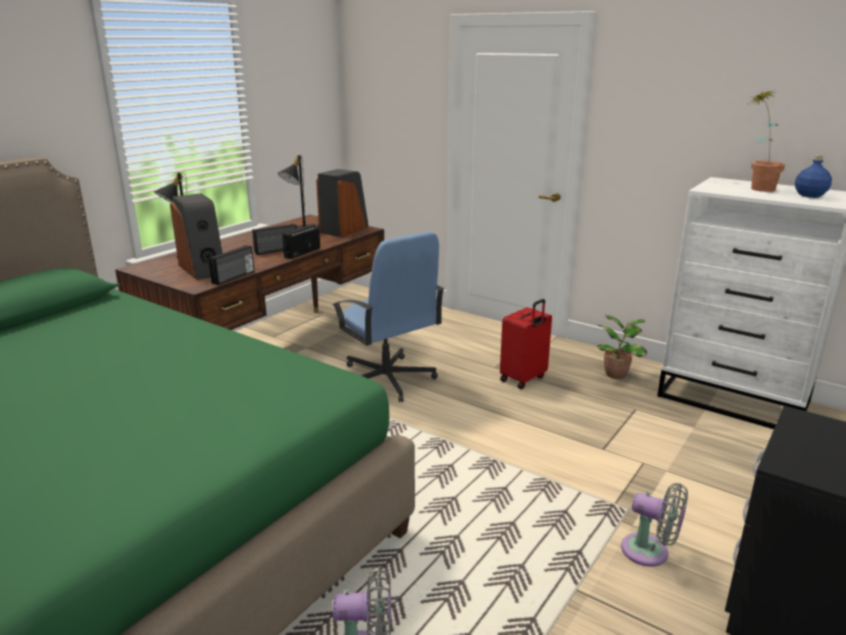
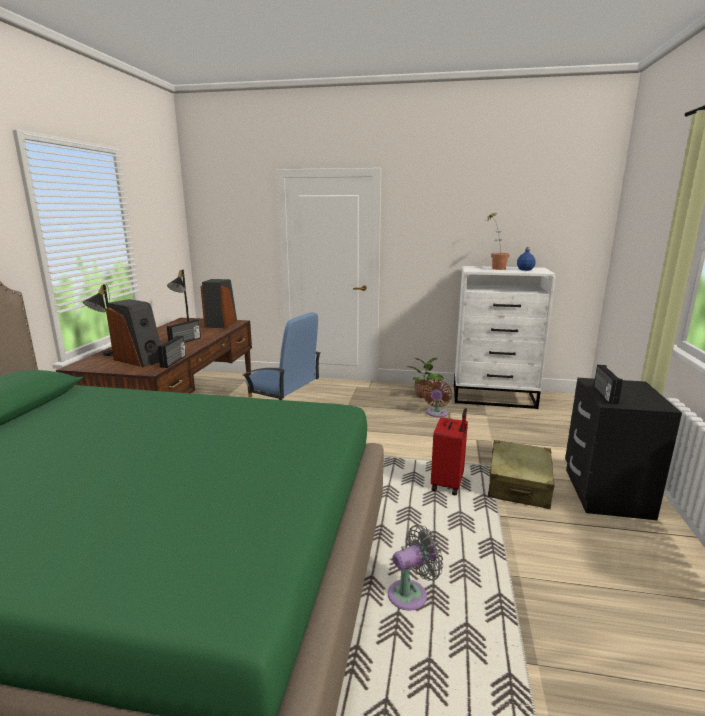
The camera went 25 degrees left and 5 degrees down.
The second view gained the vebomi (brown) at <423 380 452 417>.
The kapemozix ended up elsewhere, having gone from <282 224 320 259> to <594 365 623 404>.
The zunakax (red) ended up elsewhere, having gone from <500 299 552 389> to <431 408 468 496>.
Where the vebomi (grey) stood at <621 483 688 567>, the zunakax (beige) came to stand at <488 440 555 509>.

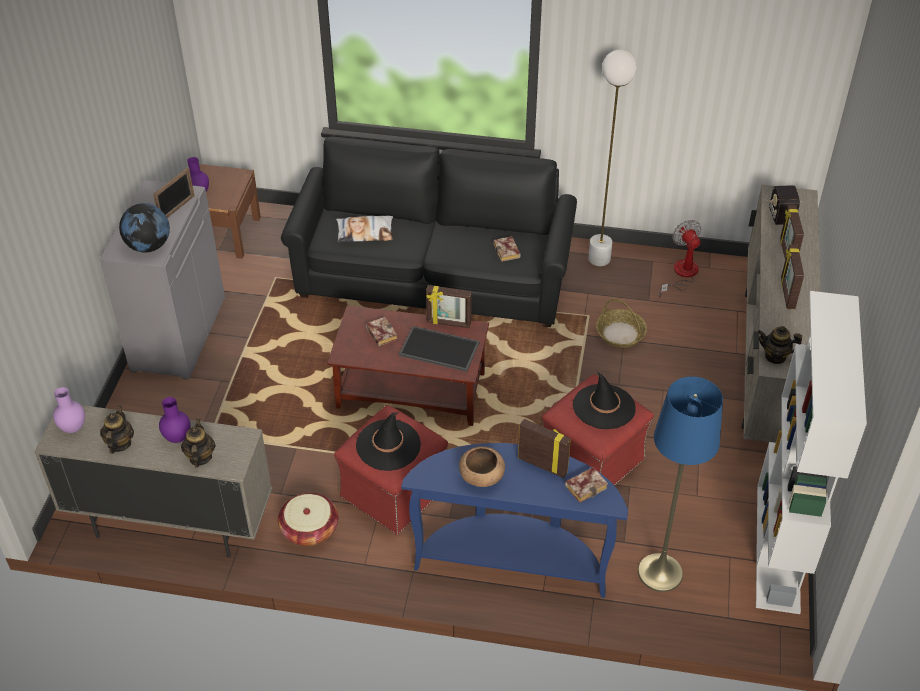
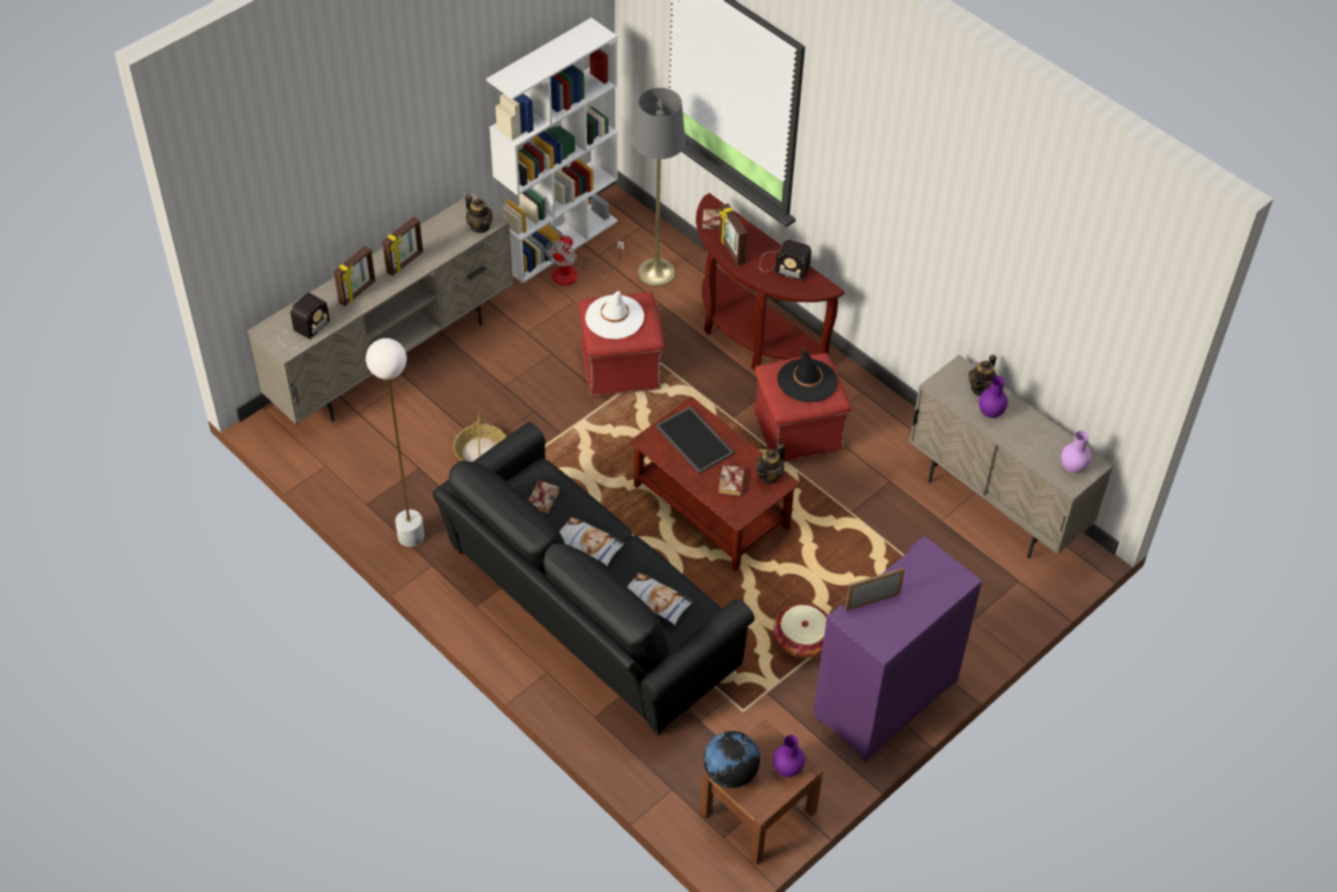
The camera went 145 degrees left and 5 degrees up.
The second view lost the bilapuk at <426 285 472 328>.
The second view gained the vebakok at <559 517 625 567>.
The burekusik ended up elsewhere, having gone from <100 405 134 454> to <756 444 785 485>.
The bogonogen ended up elsewhere, having gone from <119 203 170 253> to <704 731 760 788>.
The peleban ended up elsewhere, having gone from <278 493 338 546> to <773 604 828 658>.
The vebomi ended up elsewhere, having gone from <658 220 701 297> to <545 236 624 285>.
Where the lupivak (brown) stood at <459 446 505 487>, the kapemozix came to stand at <760 240 811 281>.
What was the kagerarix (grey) at <99 180 225 380> turned into the kagerarix (purple) at <813 536 982 762>.
What was the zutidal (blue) at <401 443 628 598> turned into the zutidal (brown) at <696 193 845 370>.
What was the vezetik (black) at <573 371 636 429> turned into the vezetik (white) at <585 291 644 339>.
What was the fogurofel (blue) at <638 376 723 592> turned into the fogurofel (grey) at <633 88 685 287>.

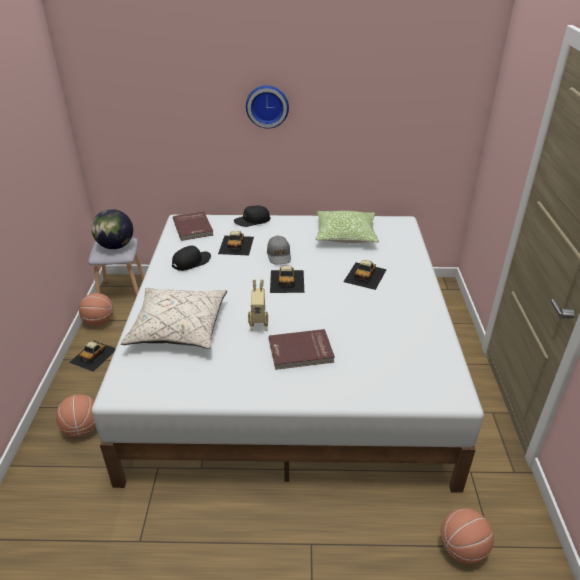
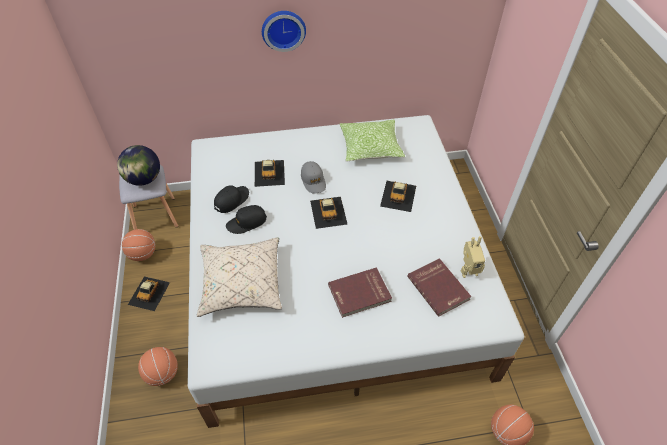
The camera went 10 degrees left and 15 degrees up.
The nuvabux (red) ended up elsewhere, having gone from <173 211 213 241> to <407 258 471 317>.
The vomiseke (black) ended up elsewhere, having gone from <234 206 271 227> to <226 205 267 234>.
The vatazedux ended up elsewhere, having gone from <248 279 268 331> to <461 236 485 278>.

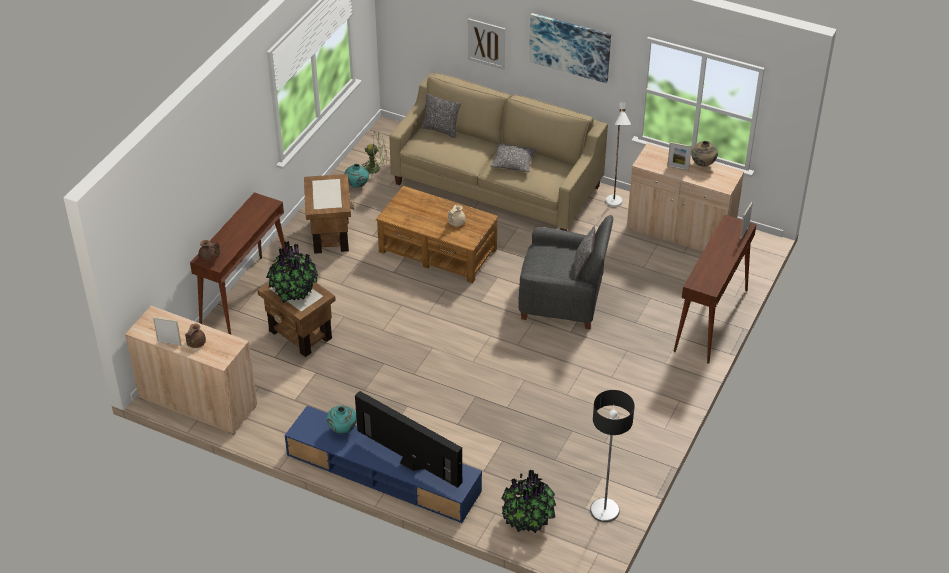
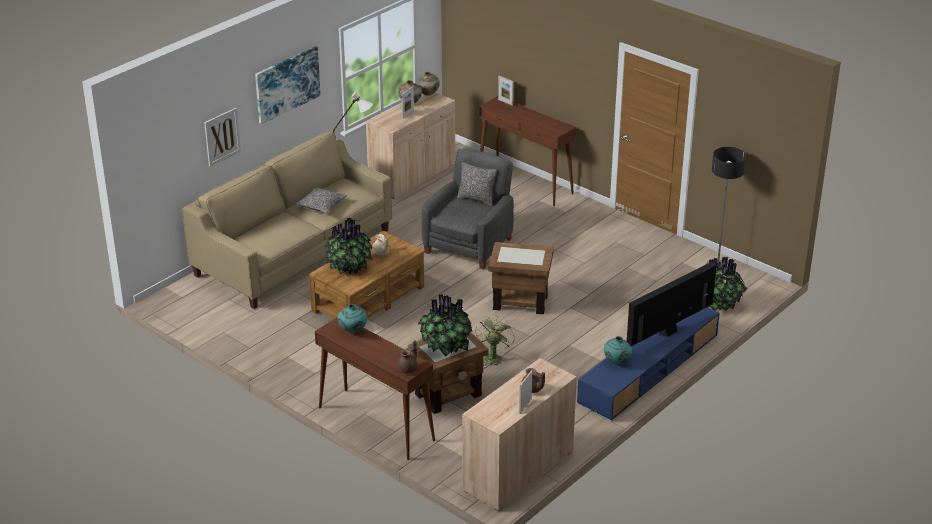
The camera went 75 degrees left and 10 degrees down.
The second view lost the vebakok at <421 93 461 138>.
The second view gained the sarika at <325 218 372 275>.
The second view gained the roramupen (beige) at <417 72 440 96>.
The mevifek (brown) ended up elsewhere, having gone from <304 174 354 254> to <489 242 554 314>.
The roramupen (turquoise) ended up elsewhere, having gone from <344 164 369 188> to <338 304 367 333>.
The vebomi (green) ended up elsewhere, having gone from <362 131 387 178> to <475 315 515 368>.

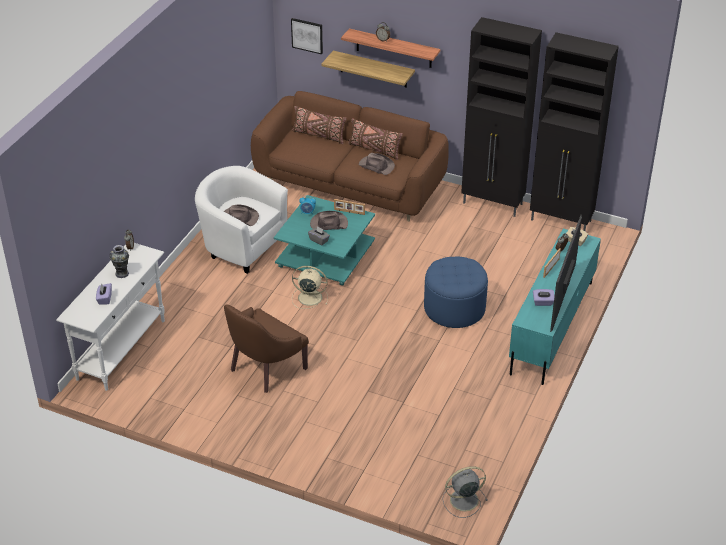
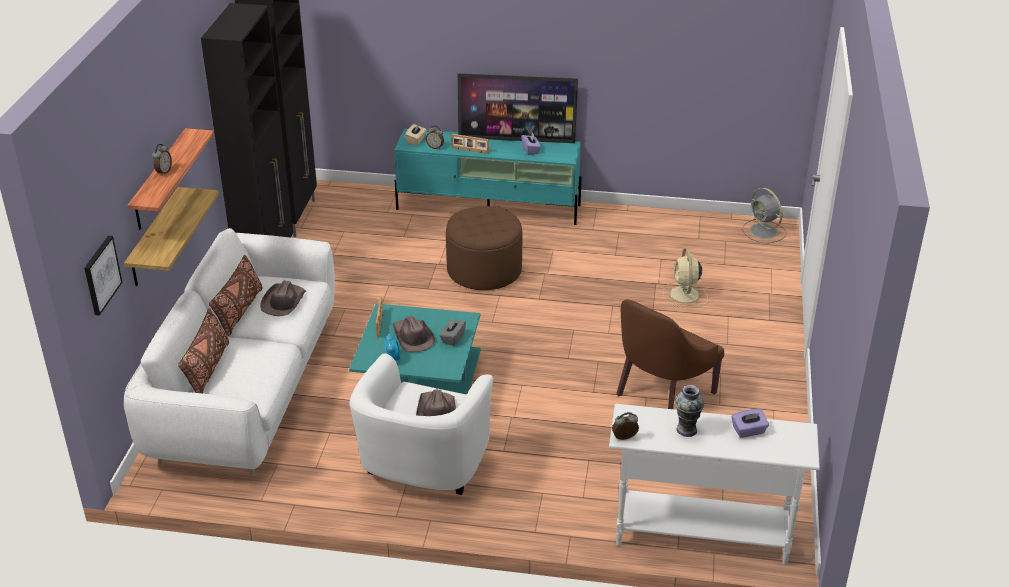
The camera went 105 degrees left and 5 degrees down.
The vebomi (beige) ended up elsewhere, having gone from <292 266 328 309> to <663 248 708 308>.
What was the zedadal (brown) at <251 91 449 222> turned into the zedadal (white) at <124 228 335 477>.
What was the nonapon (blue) at <424 257 488 328> turned into the nonapon (brown) at <446 206 522 290>.
The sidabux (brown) at <224 304 309 393> ended up facing another way, 105 degrees clockwise from before.

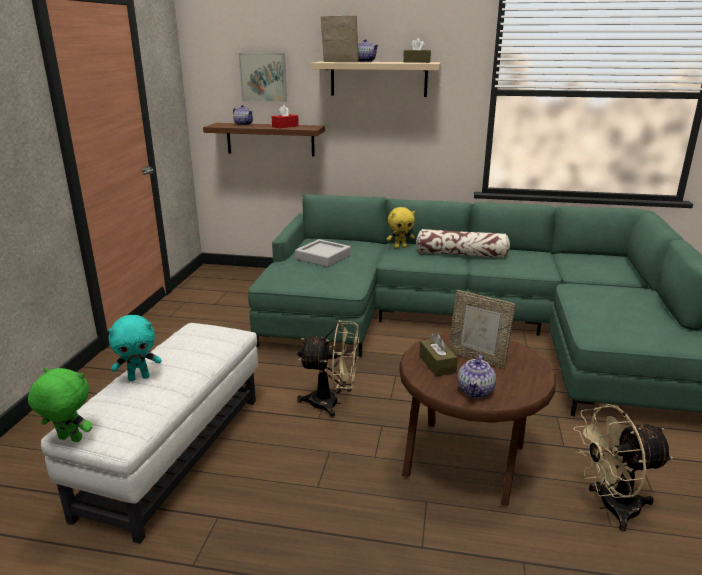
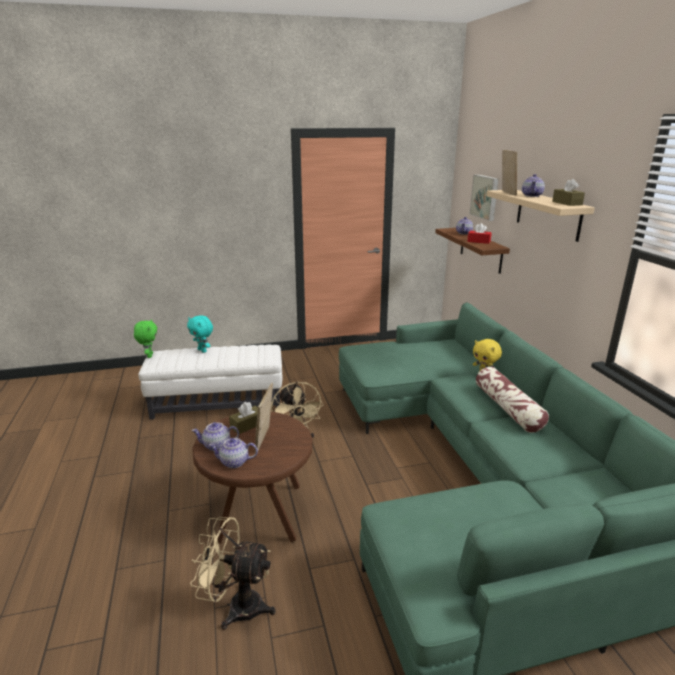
The camera went 65 degrees right and 0 degrees up.
The second view lost the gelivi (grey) at <295 239 351 267>.
The second view gained the burekusik at <209 438 258 468>.
The vebomi (beige) at <574 404 673 532> ended up facing another way, 45 degrees counterclockwise from before.

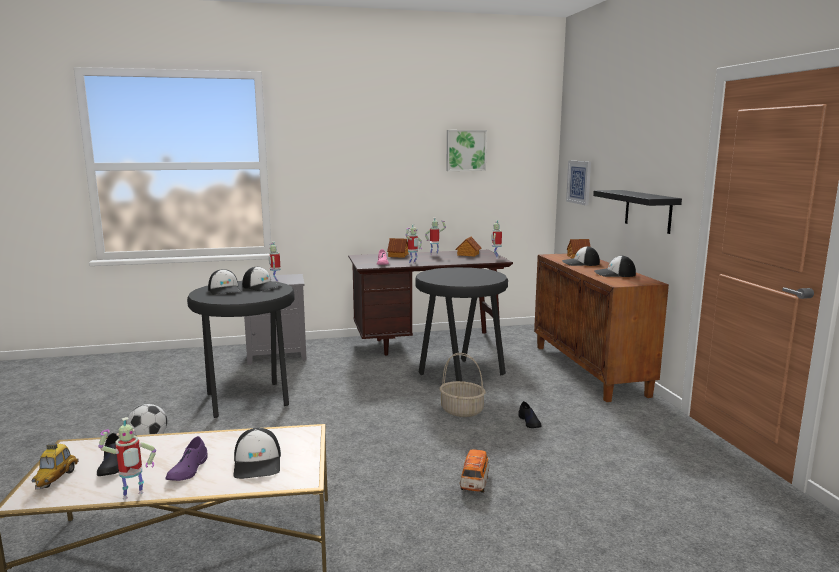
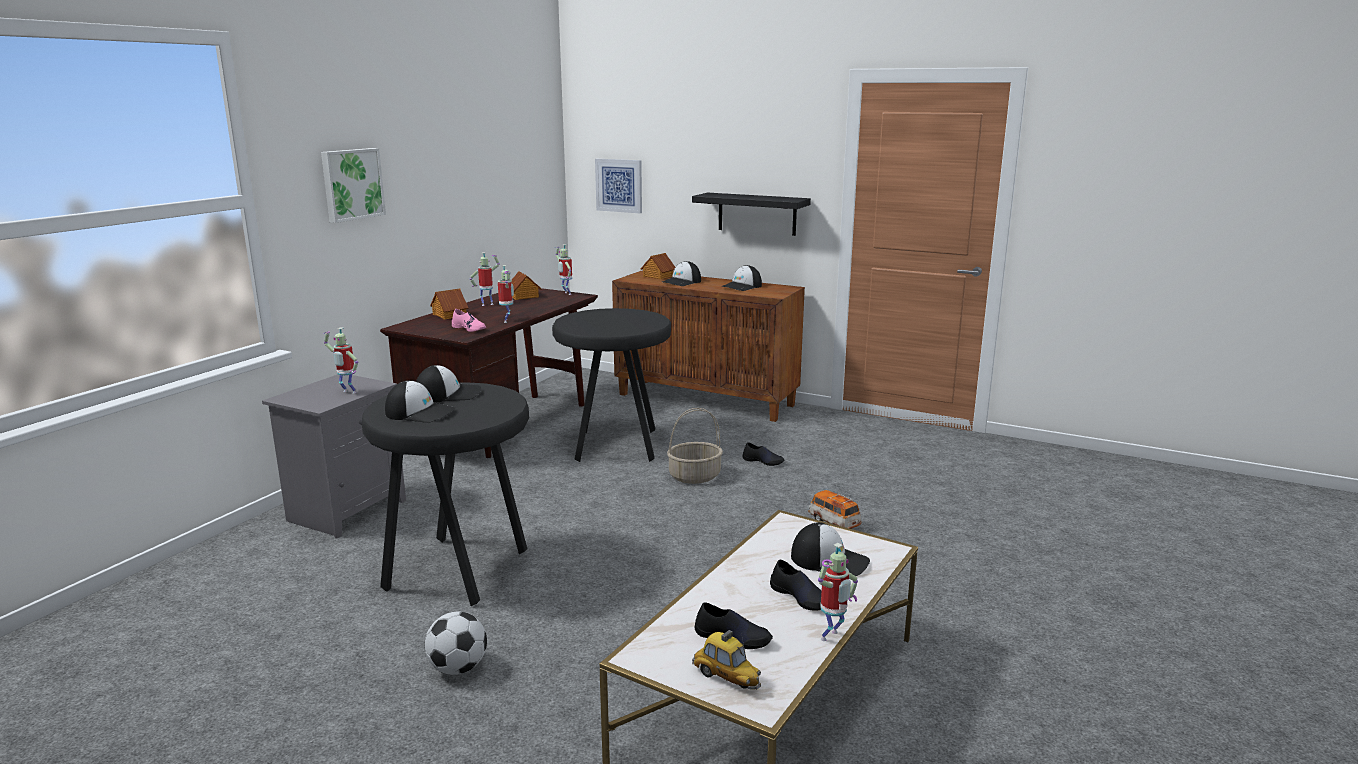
The camera went 50 degrees left and 5 degrees up.
The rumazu ended up elsewhere, having gone from <446 130 487 171> to <321 148 386 223>.
What was the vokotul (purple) at <166 436 208 481> turned into the vokotul (black) at <770 560 821 611>.
The vatazedux at <98 417 156 499> ended up facing another way, 45 degrees clockwise from before.

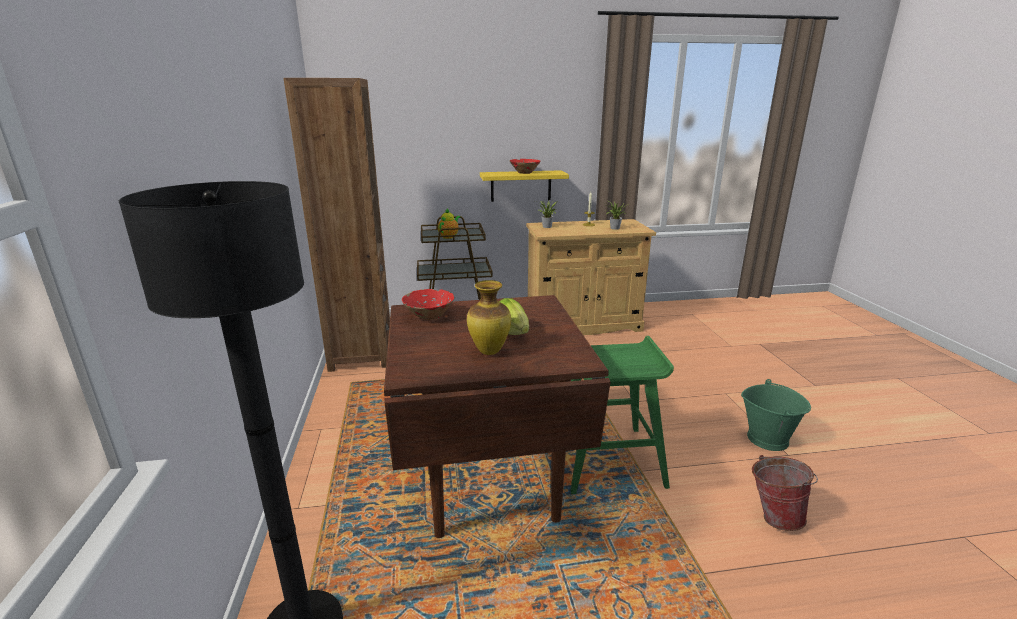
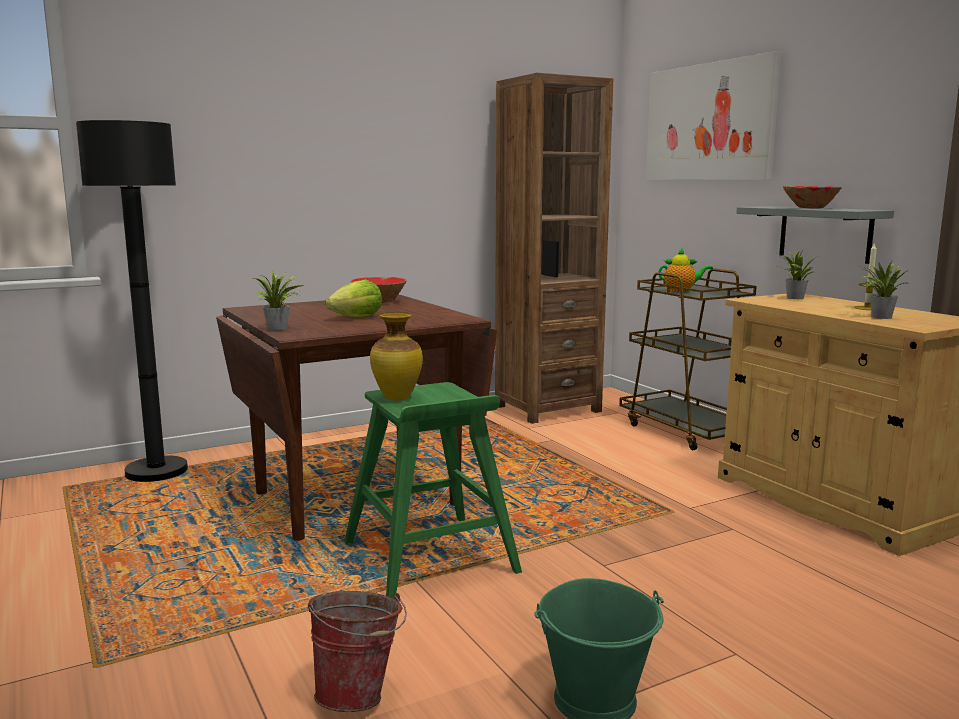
The camera went 70 degrees right and 10 degrees down.
The second view gained the sarika at <251 271 304 331>.
The second view gained the rumazu at <646 51 781 180>.
The roramupen ended up elsewhere, having gone from <467 280 511 355> to <370 312 423 401>.
What was the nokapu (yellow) at <480 170 569 202> turned into the nokapu (grey) at <736 206 894 264>.

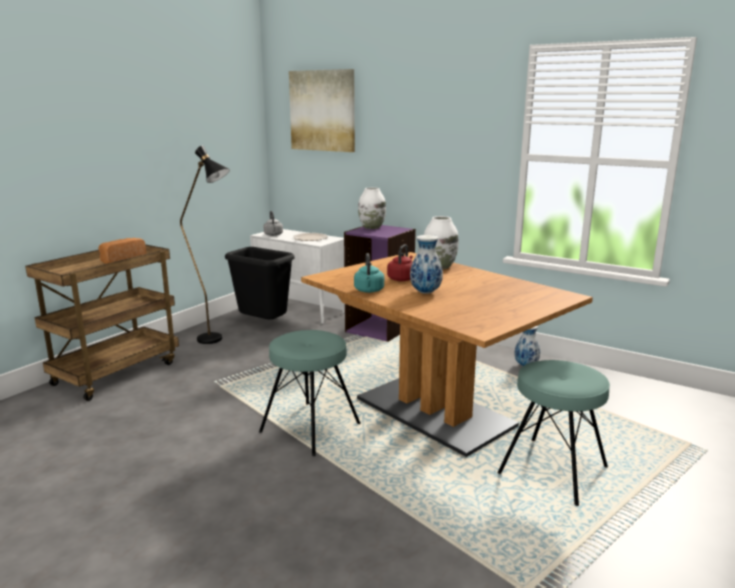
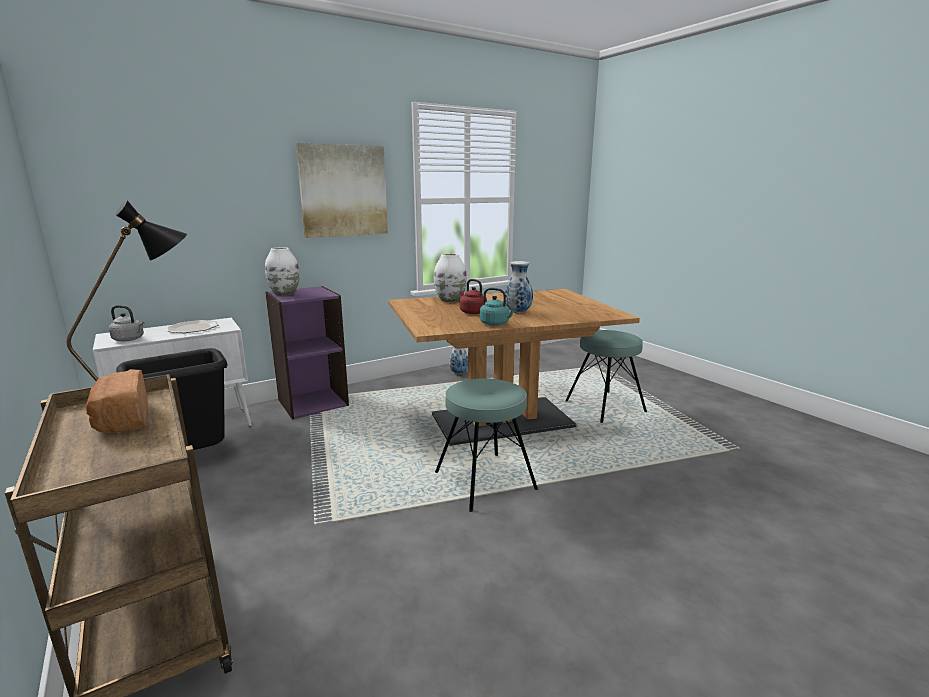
The camera went 65 degrees left and 0 degrees up.
The rumazu ended up elsewhere, having gone from <289 69 355 152> to <296 143 388 238>.

